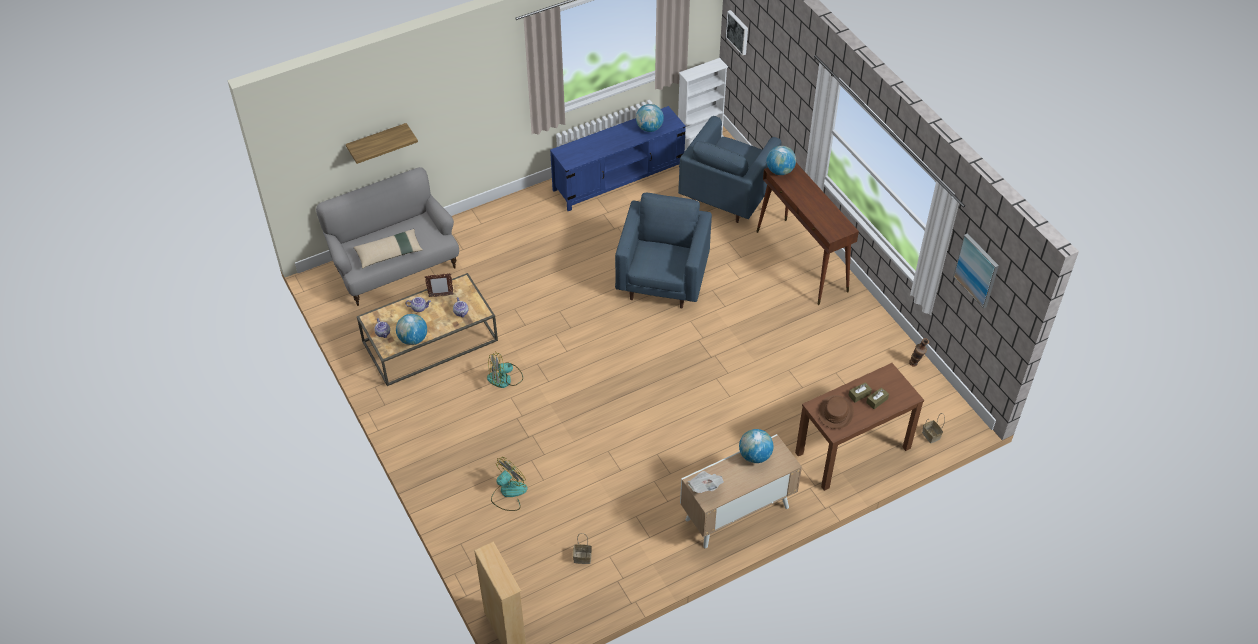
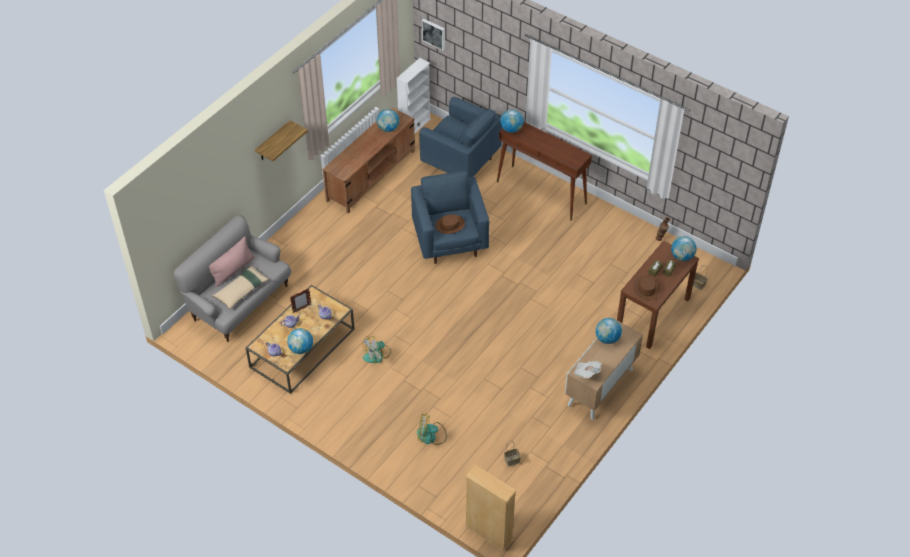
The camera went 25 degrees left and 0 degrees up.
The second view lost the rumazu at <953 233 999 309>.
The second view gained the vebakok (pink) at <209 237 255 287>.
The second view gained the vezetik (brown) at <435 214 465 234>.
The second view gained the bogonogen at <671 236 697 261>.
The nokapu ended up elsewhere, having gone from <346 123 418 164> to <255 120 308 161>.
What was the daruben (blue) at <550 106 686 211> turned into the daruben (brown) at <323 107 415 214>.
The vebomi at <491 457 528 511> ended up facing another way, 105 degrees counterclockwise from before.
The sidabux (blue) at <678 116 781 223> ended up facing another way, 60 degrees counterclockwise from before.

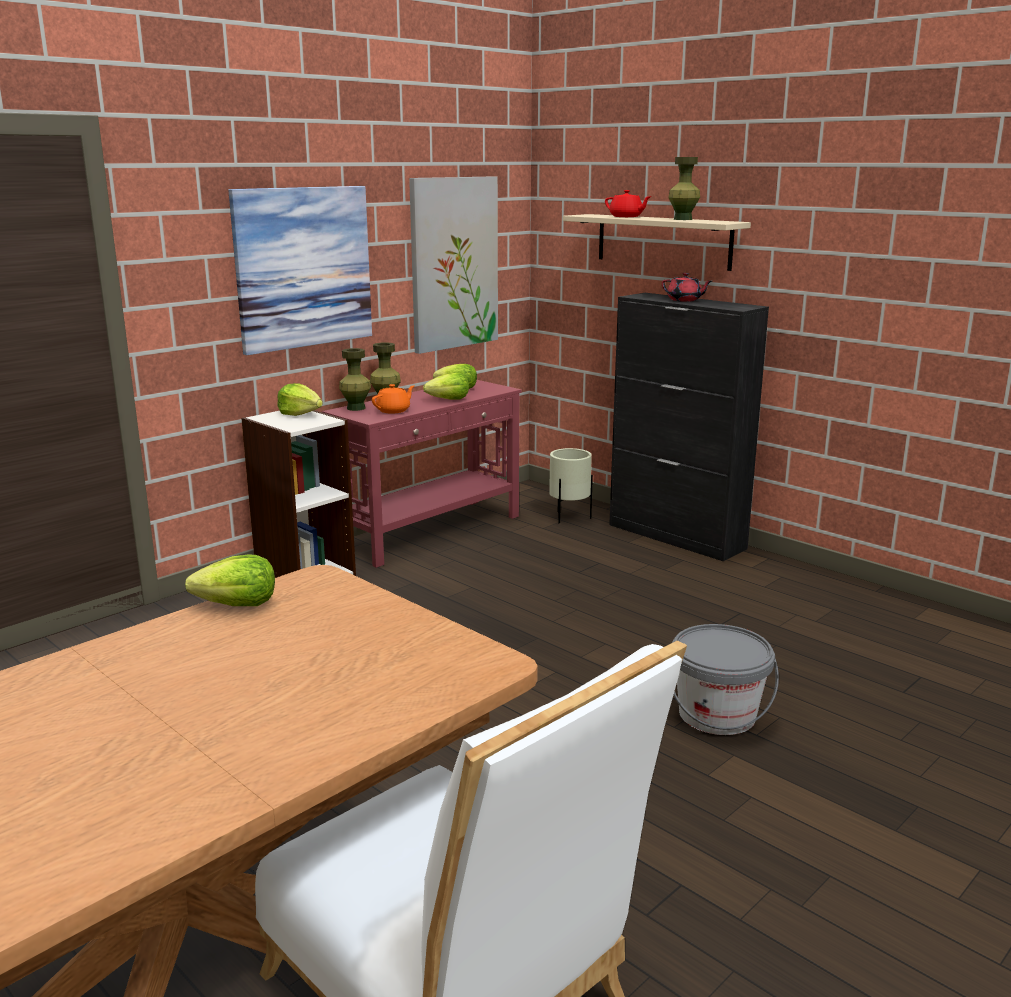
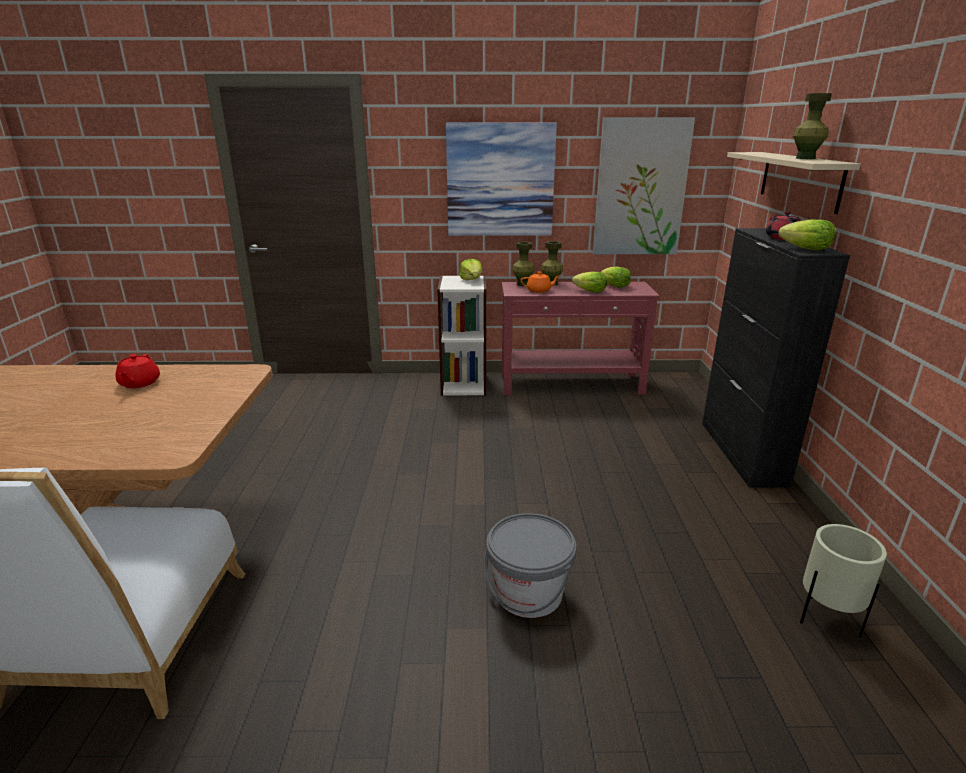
The camera went 45 degrees right and 5 degrees up.
The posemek ended up elsewhere, having gone from <185 555 275 606> to <778 219 836 251>.
The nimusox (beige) ended up elsewhere, having gone from <549 448 593 524> to <800 524 887 638>.
The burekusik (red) ended up elsewhere, having gone from <605 190 652 217> to <116 354 160 388>.

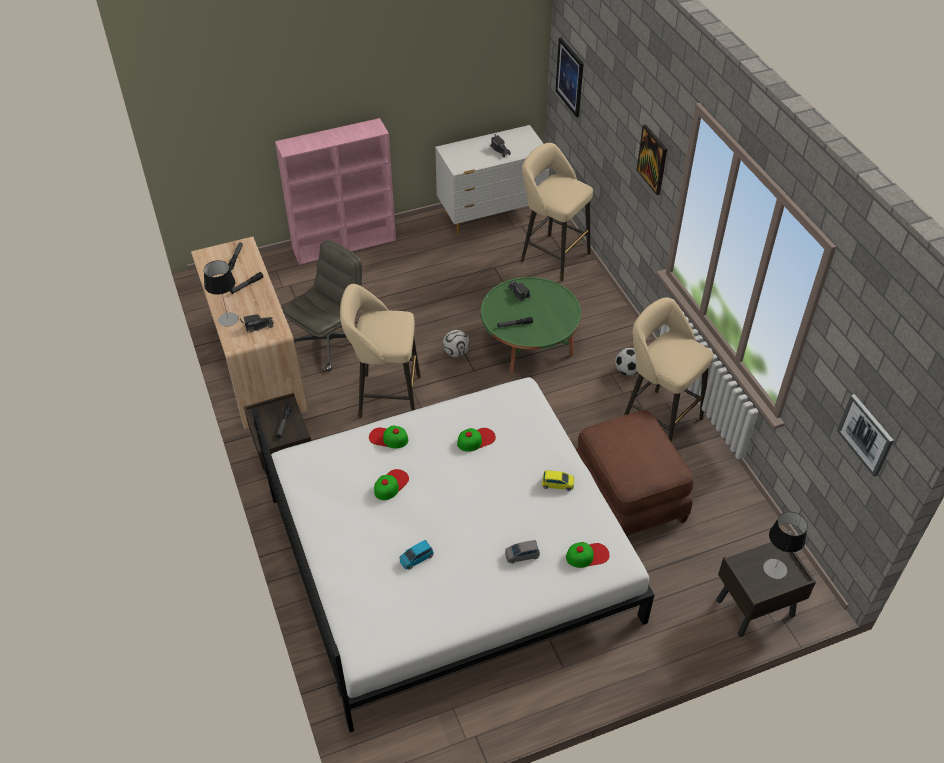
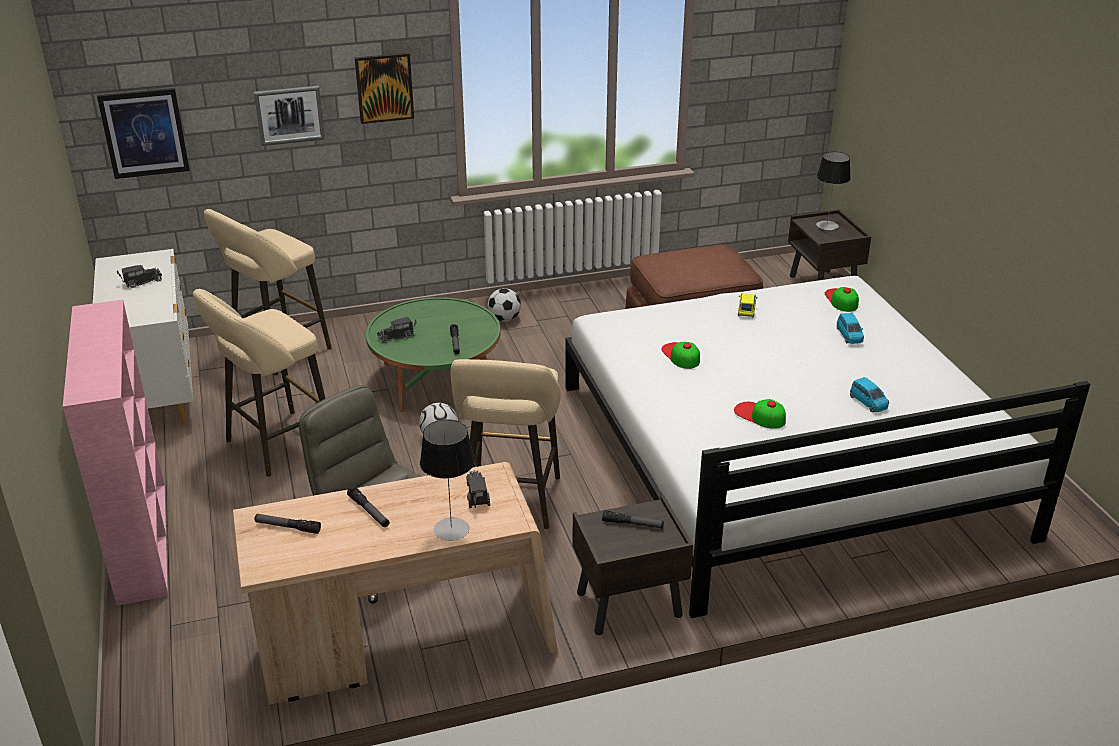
The camera went 85 degrees left and 15 degrees down.
The second view lost the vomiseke at <369 425 408 448>.
The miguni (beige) ended up elsewhere, having gone from <624 297 714 442> to <193 289 325 477>.
The rumazu ended up elsewhere, having gone from <837 394 894 477> to <254 86 325 146>.
What was the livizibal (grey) at <505 540 540 564> turned into the livizibal (blue) at <837 313 864 344>.

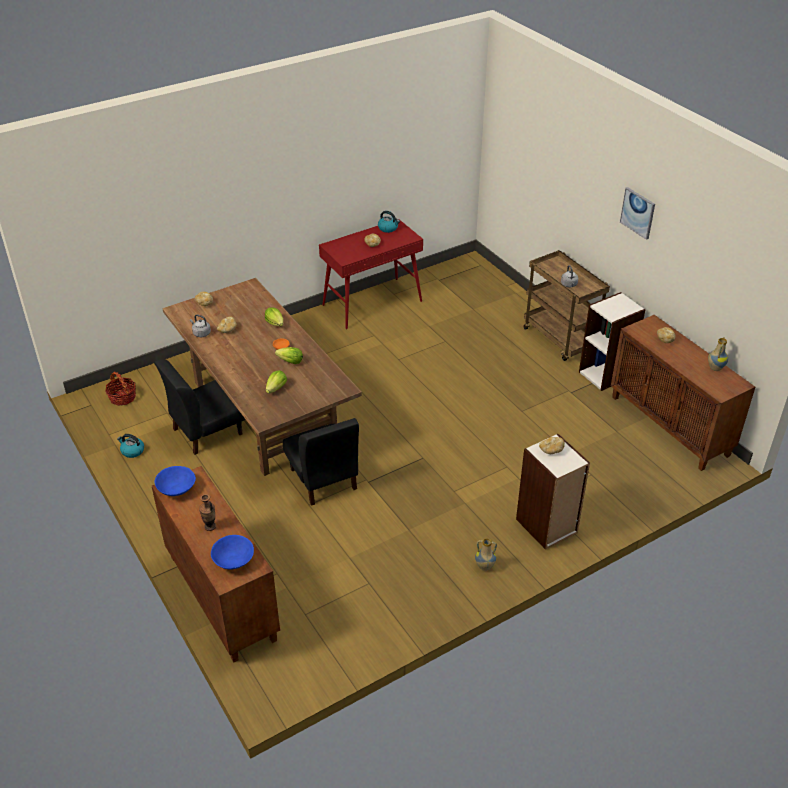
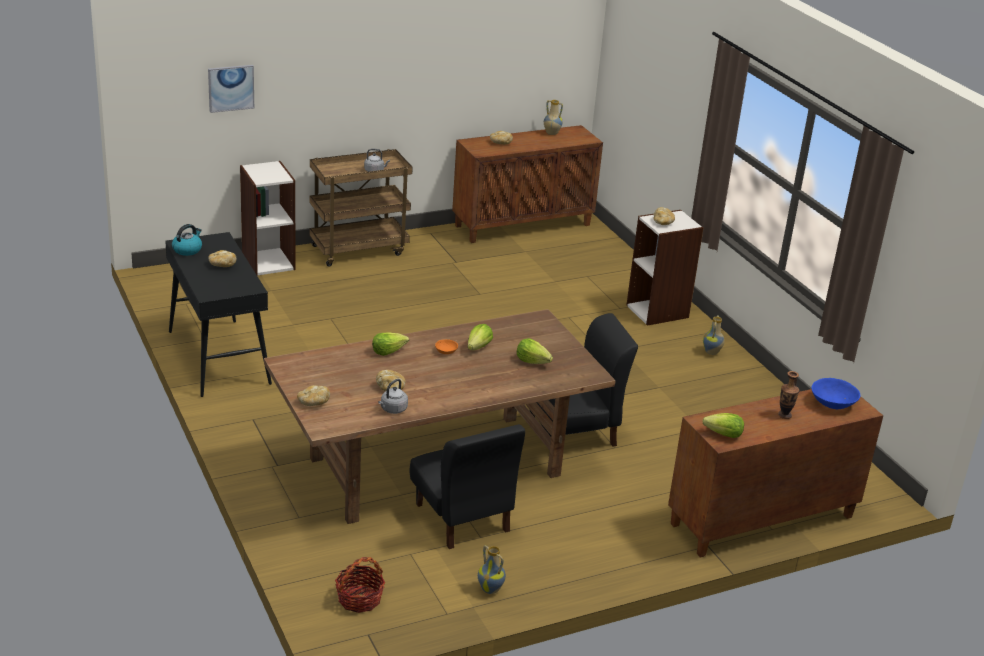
The camera went 85 degrees left and 10 degrees down.
The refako ended up elsewhere, having gone from <579 292 645 391> to <240 161 296 276>.
The rumazu ended up elsewhere, having gone from <620 187 655 240> to <208 65 254 113>.
Where the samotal stood at <117 434 144 458>, the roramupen came to stand at <478 545 506 594>.
Where the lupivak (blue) stood at <154 466 196 496>, the posemek came to stand at <703 413 744 438>.
What was the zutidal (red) at <319 220 423 329> turned into the zutidal (black) at <165 232 272 397>.

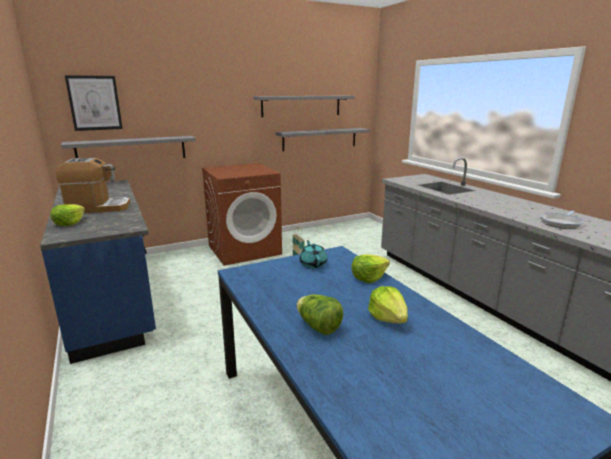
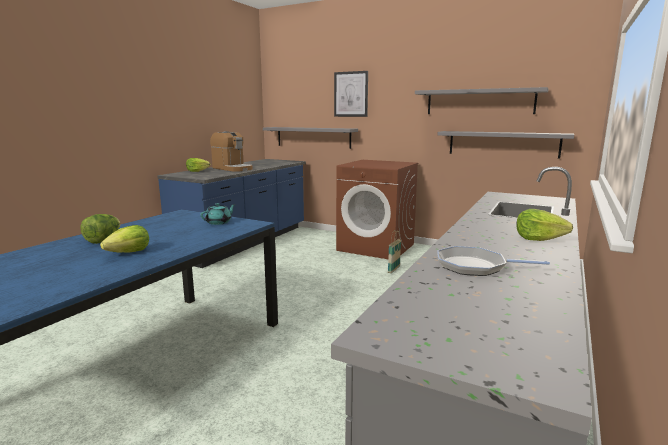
The camera went 55 degrees right and 5 degrees down.
The rumazu ended up elsewhere, having gone from <65 75 123 131> to <334 71 368 117>.
The posemek ended up elsewhere, having gone from <351 254 390 283> to <516 209 573 241>.

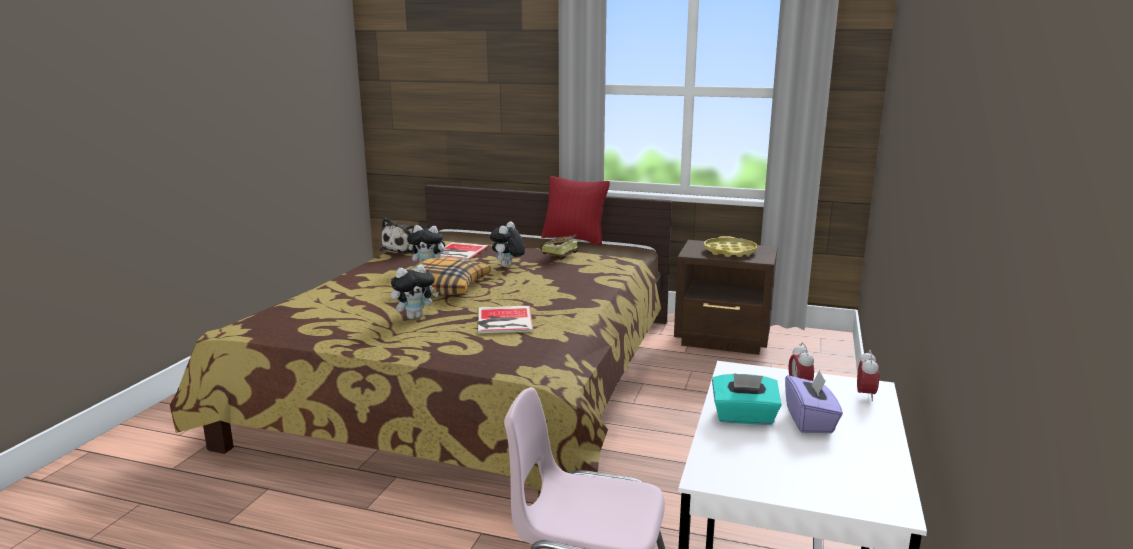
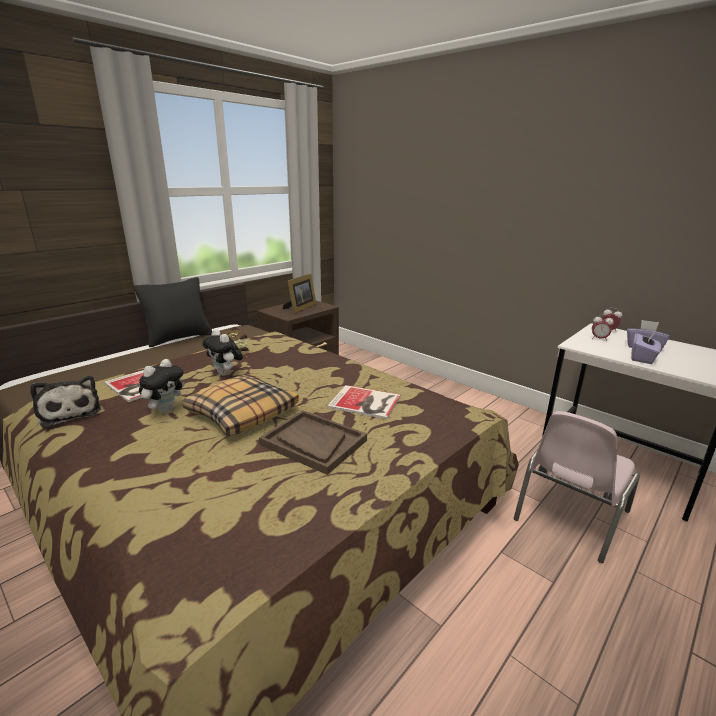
The camera went 65 degrees left and 5 degrees up.
Where the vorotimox stood at <391 265 439 319>, the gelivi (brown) came to stand at <259 410 367 475>.
Where the gelivi (yellow) stood at <704 236 758 257>, the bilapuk came to stand at <283 273 316 314>.
What was the vebakok (red) at <541 176 610 245> turned into the vebakok (black) at <134 277 212 347>.
What was the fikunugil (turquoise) at <712 373 782 425> turned into the fikunugil (purple) at <631 332 661 364>.

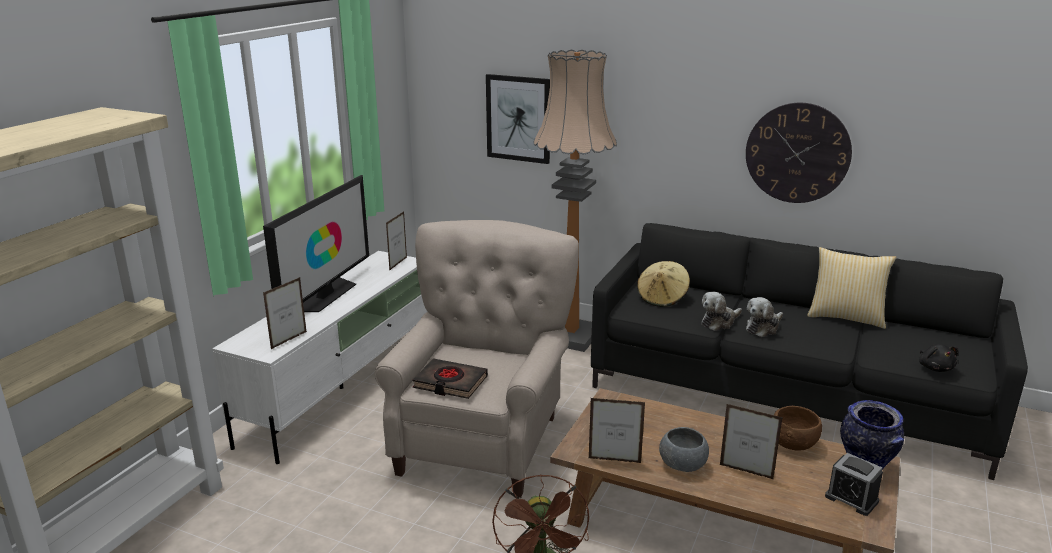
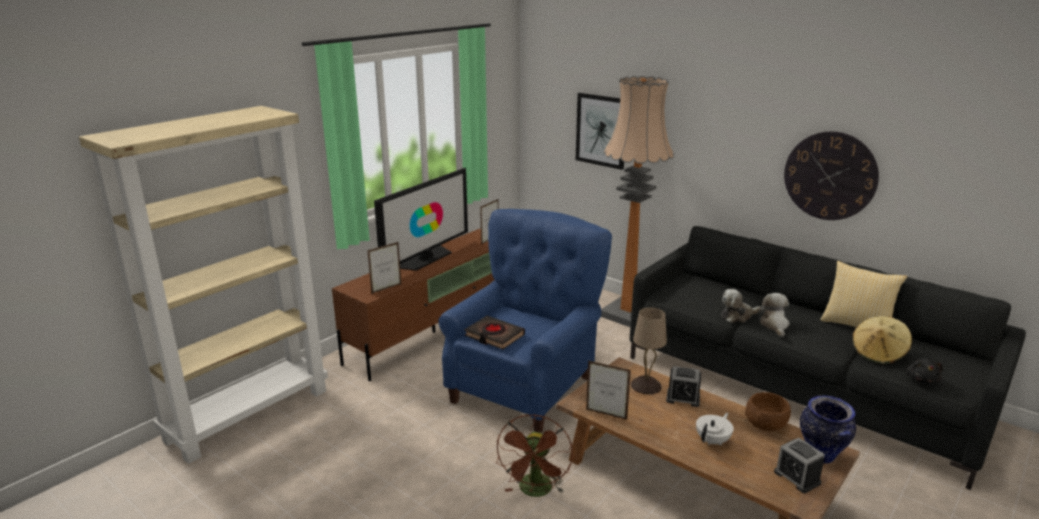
The camera went 15 degrees right and 0 degrees up.
The second view lost the lupivak (grey) at <659 427 709 472>.
The second view gained the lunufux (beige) at <631 307 667 394>.
The second view gained the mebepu at <666 366 701 407>.
The vezetik (beige) ended up elsewhere, having gone from <637 261 690 307> to <852 316 912 364>.
Where the bilapuk stood at <720 404 783 480>, the burekusik (white) came to stand at <696 413 734 445>.
What was the daruben (white) at <212 251 428 464> turned into the daruben (brown) at <332 229 494 381>.
What was the sidabux (beige) at <374 220 579 498> turned into the sidabux (blue) at <438 209 612 433>.
The vorotimox at <746 297 783 337> ended up facing another way, 120 degrees clockwise from before.

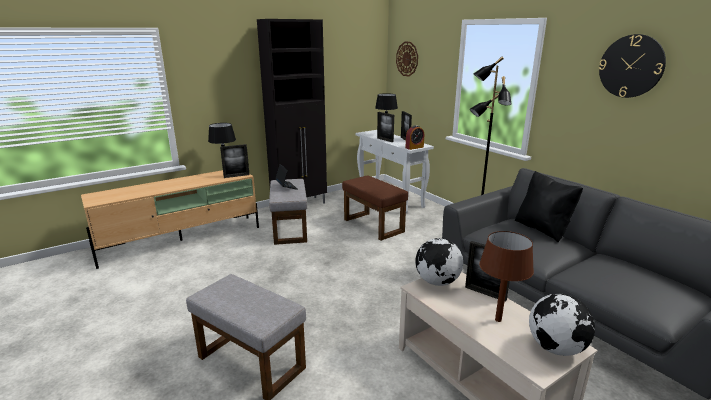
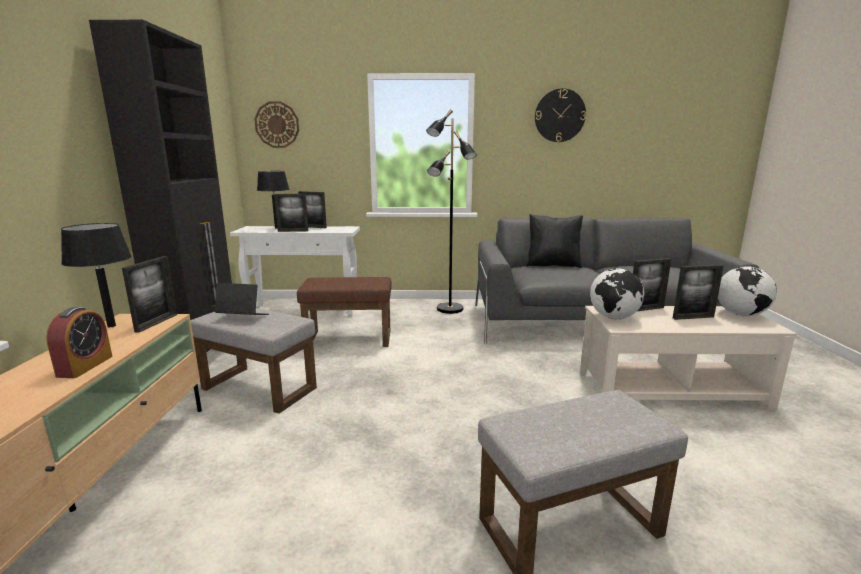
The camera went 55 degrees left and 5 degrees down.
The mebepu ended up elsewhere, having gone from <405 125 424 150> to <46 307 113 378>.
Where the lunufux (brown) stood at <479 231 534 322>, the bilapuk came to stand at <673 264 724 320>.

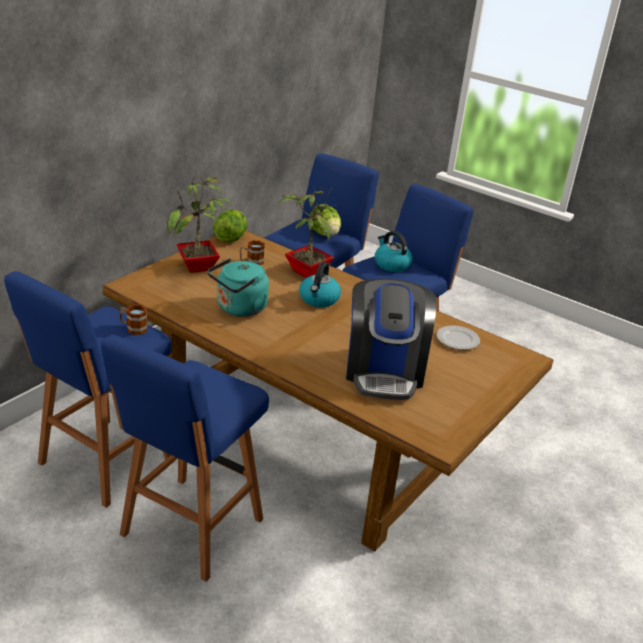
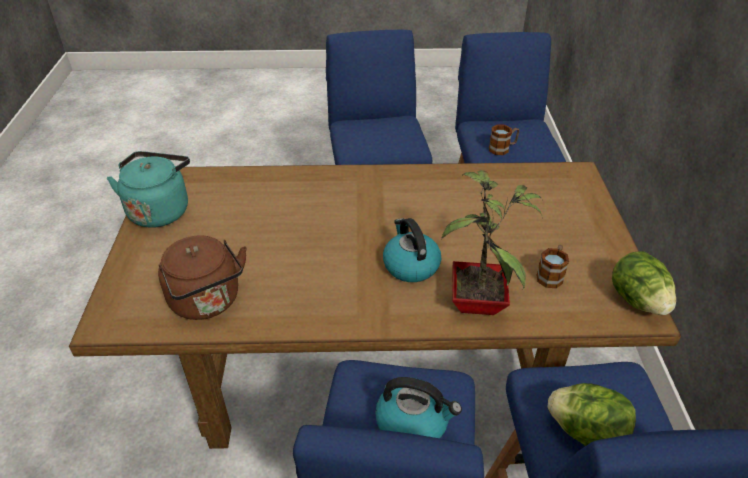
The camera went 145 degrees right and 10 degrees up.
The second view lost the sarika at <167 175 233 273>.
The second view lost the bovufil at <346 278 437 400>.
The samotal (turquoise) ended up elsewhere, having gone from <207 258 269 317> to <107 151 190 228>.
Where the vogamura stood at <436 325 480 350>, the samotal (brown) came to stand at <158 235 247 320>.

